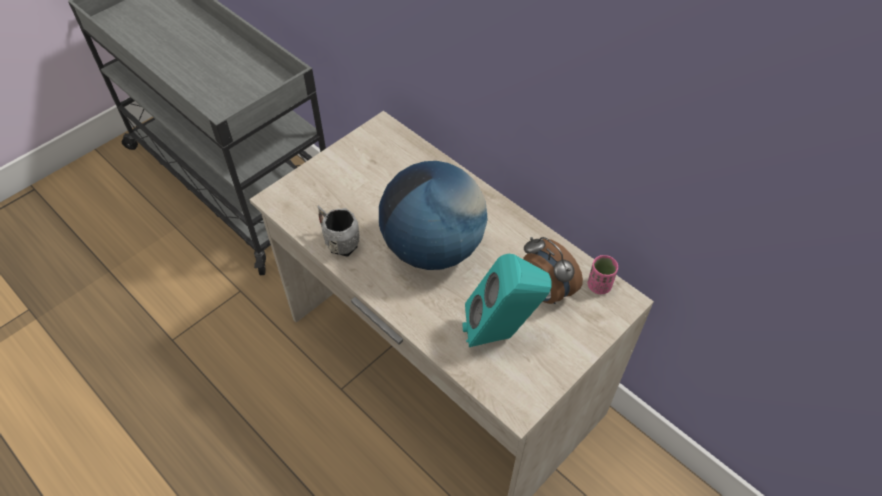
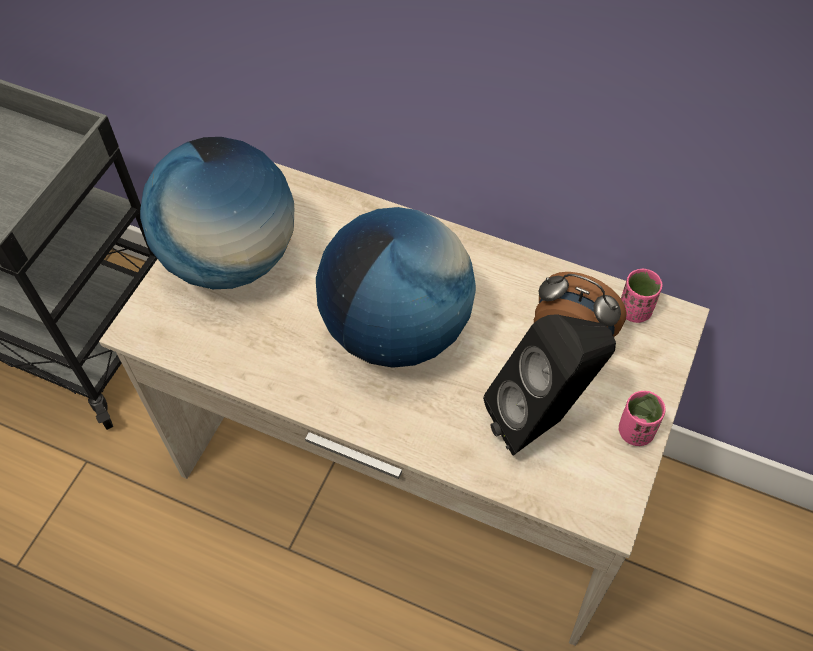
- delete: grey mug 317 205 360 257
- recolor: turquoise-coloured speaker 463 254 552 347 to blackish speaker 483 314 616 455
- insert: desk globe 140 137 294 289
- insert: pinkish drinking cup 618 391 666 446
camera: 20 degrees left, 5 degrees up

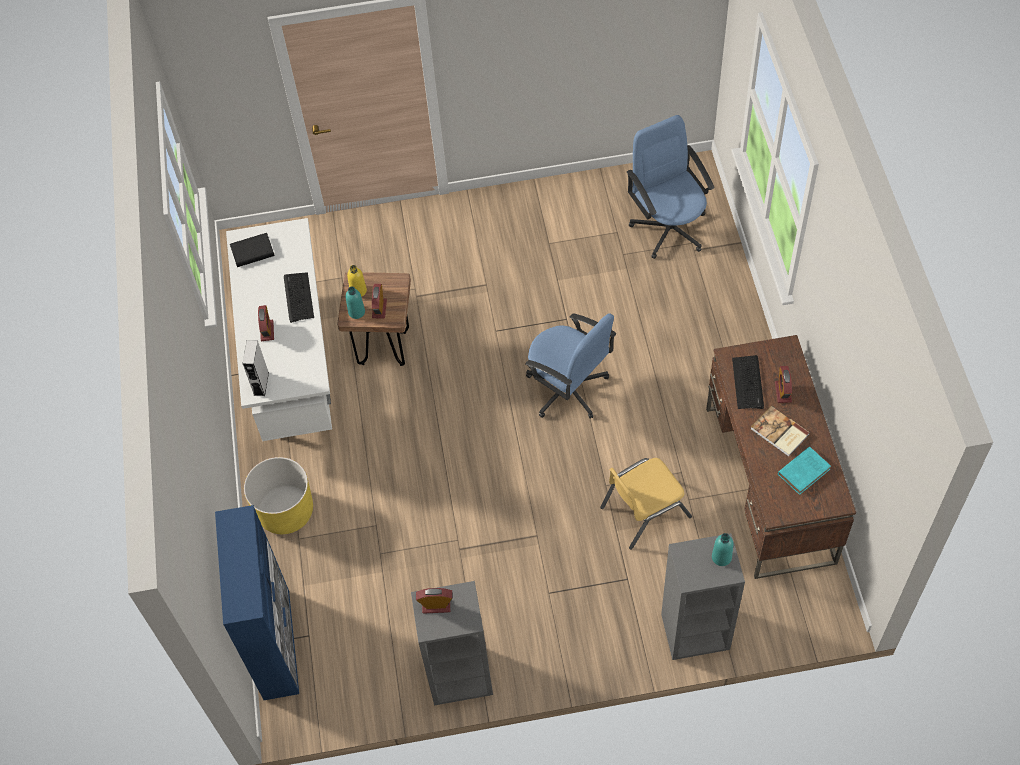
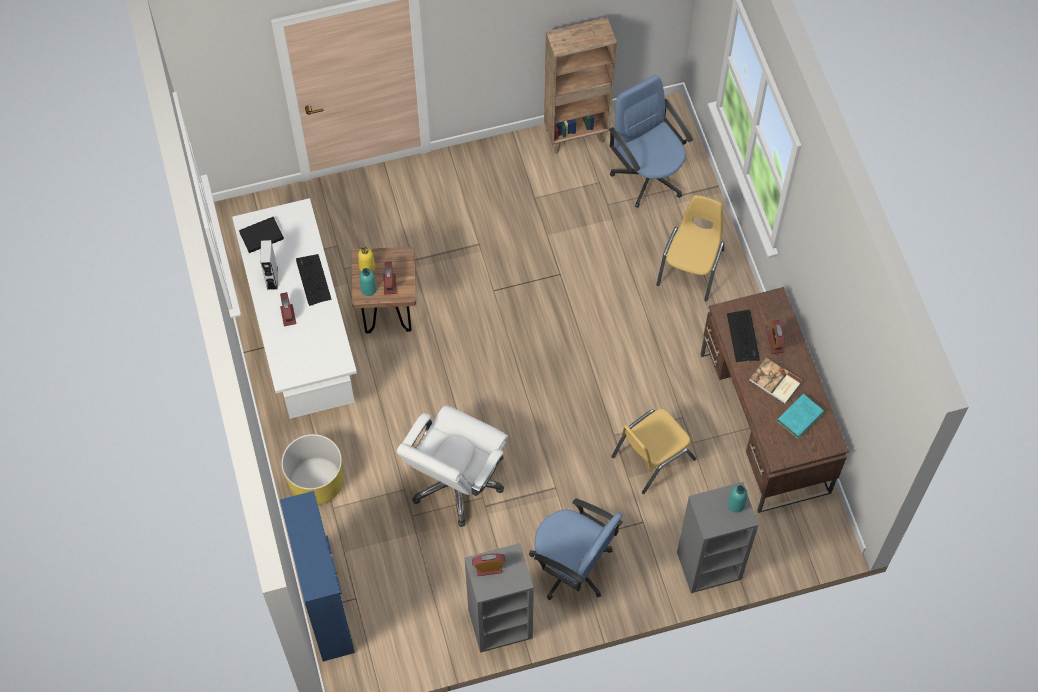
- move: blue-coloured desk chair 525 313 616 419 to 529 498 623 600
- move: grey speaker 242 340 269 396 to 260 240 278 290
- insert: brown-coloured bookcase 544 18 617 154
- insert: yellow upright chair 656 195 724 301
- insert: whitish desk chair 397 405 508 527
camera: 10 degrees left, 5 degrees up

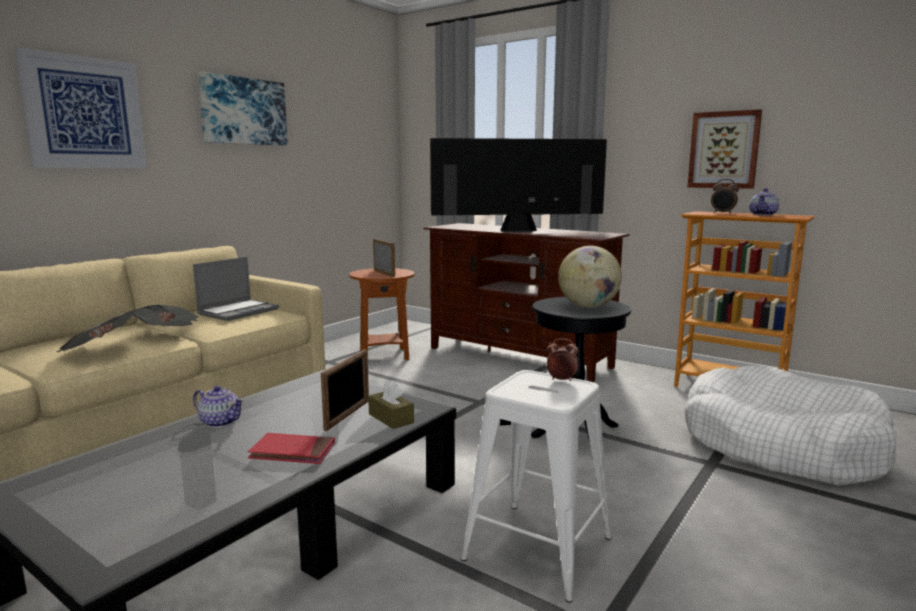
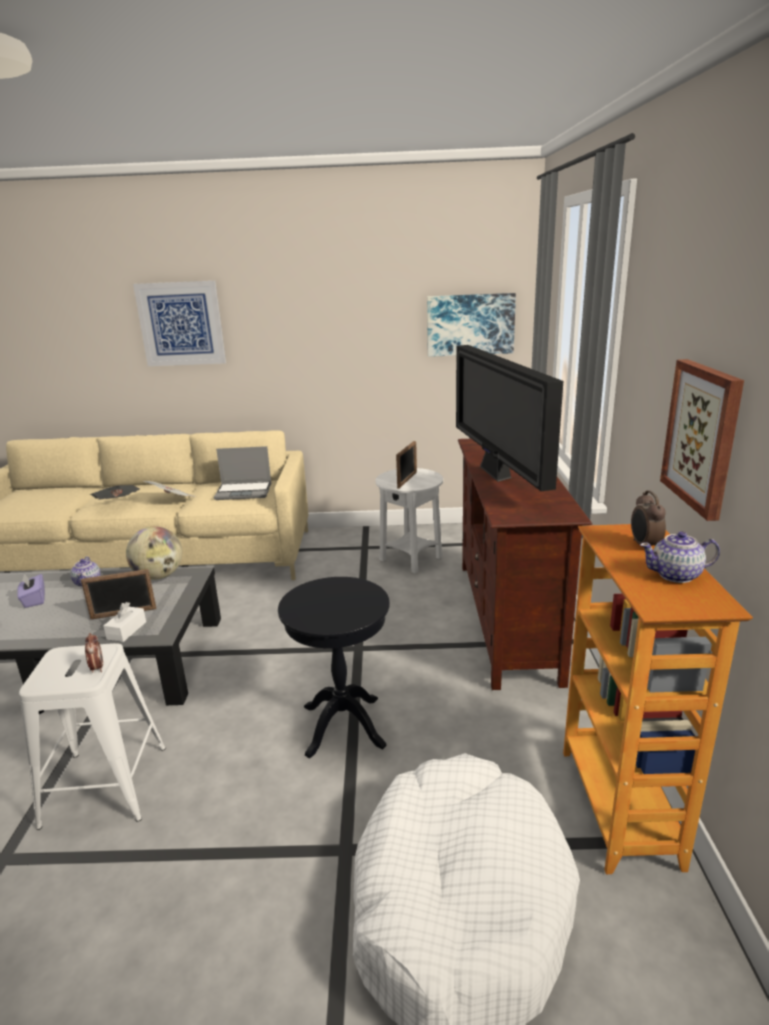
- move: wall picture 197 72 288 145 to 427 293 516 357
- rotate: TV set 430 138 607 232 = 456 345 563 491 150 degrees counterclockwise
- move: desk globe 558 246 622 308 to 126 526 182 580
- recolor: brown-coloured side table 349 268 415 360 to whitish side table 376 468 443 573
- recolor: brown-coloured box of tissues 368 380 414 429 to whitish box of tissues 104 602 146 642
- delete: reddish book 248 433 335 464
- insert: purple-coloured box of tissues 17 573 45 608
camera: 55 degrees right, 10 degrees up

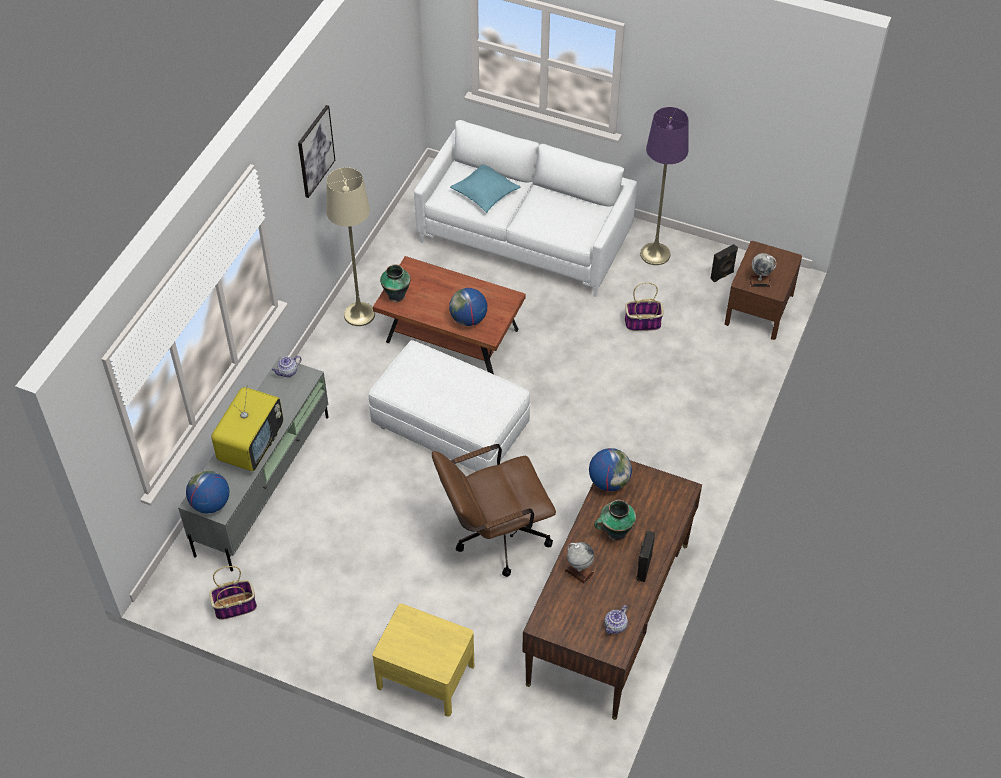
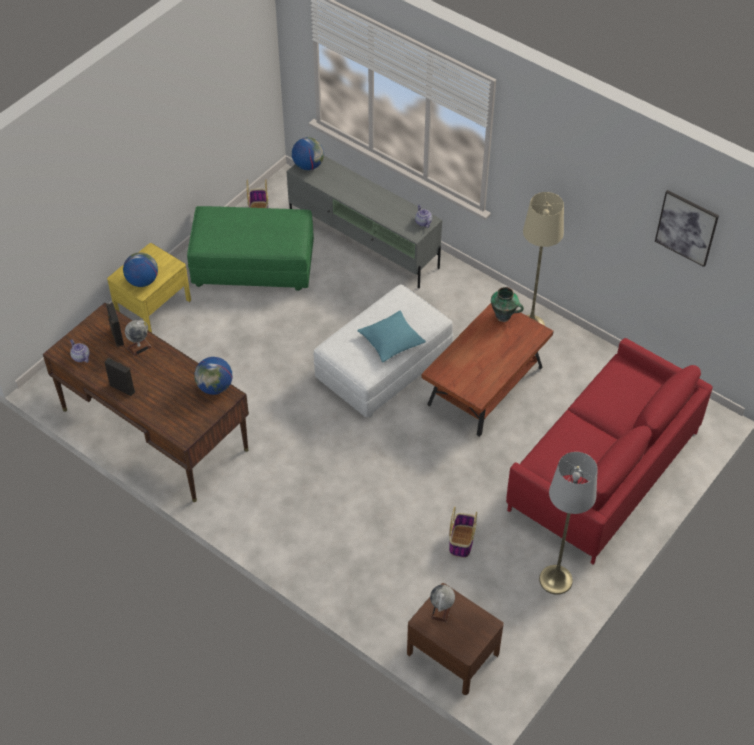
- move: wall picture 298 105 335 198 to 655 190 719 267
- recolor: purple-coloured standard lamp 640 107 688 265 to grey standard lamp 539 452 598 595
- recolor: whitish settee 414 120 637 297 to reddish settee 506 338 713 564
- move: turquoise-coloured throw pillow 450 164 521 212 to 357 311 426 362
- move: blackish speaker 711 244 738 282 to 106 303 124 347
- move: desk globe 449 288 487 326 to 123 252 158 287
- delete: TV set 211 385 283 471
- delete: brown-coloured desk chair 432 444 556 577
- delete: vase 594 500 636 541
- insert: green pouffe 187 206 314 291
camera: 105 degrees right, 0 degrees up

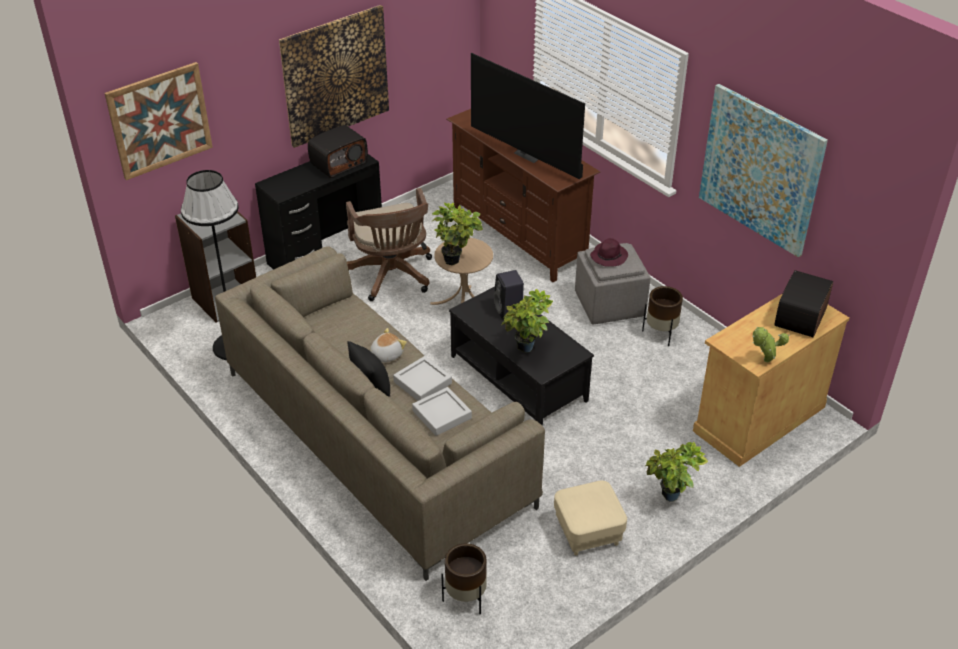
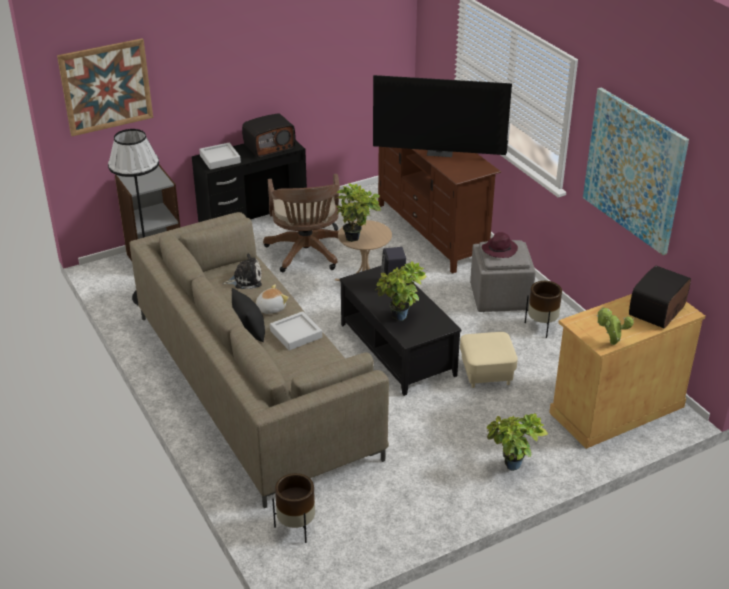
- delete: wall picture 279 5 389 148
- rotate: TV set 471 53 585 179 = 373 75 512 157 45 degrees counterclockwise
- move: grey carrying tray 412 387 472 436 to 199 143 241 170
- move: beige-coloured pouffe 554 480 627 556 to 460 332 518 388
- insert: cuddly toy 222 253 262 289
camera: 10 degrees right, 5 degrees down

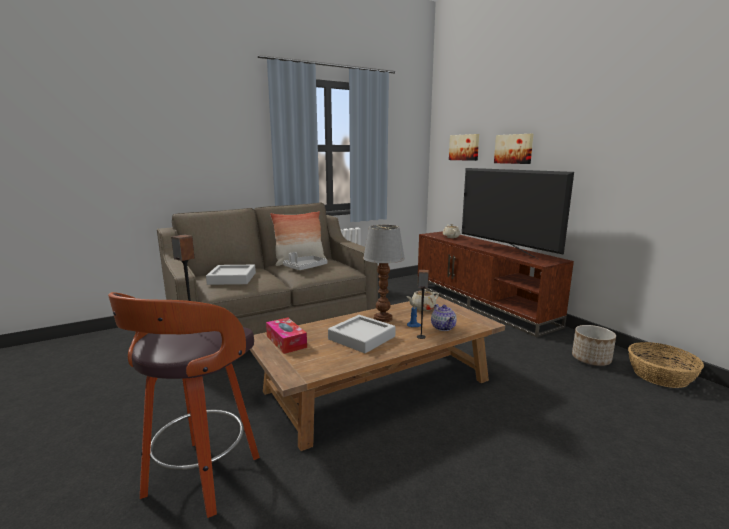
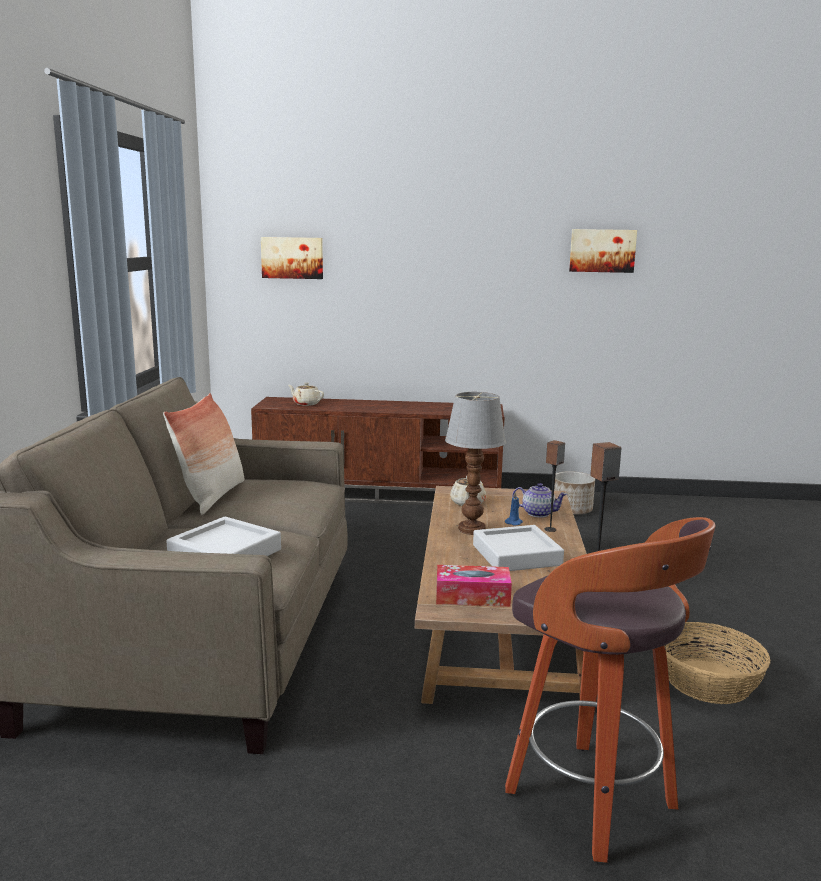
- move: wall picture 494 134 534 164 to 569 229 637 273
- delete: TV set 462 168 574 260
- delete: grey carrying tray 283 252 327 270
- move: storage basket 628 342 704 388 to 664 622 770 704
camera: 55 degrees left, 0 degrees up

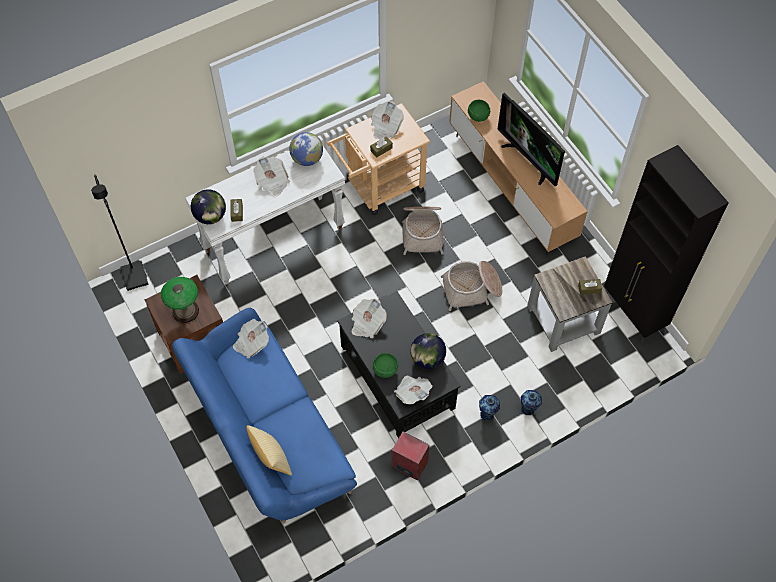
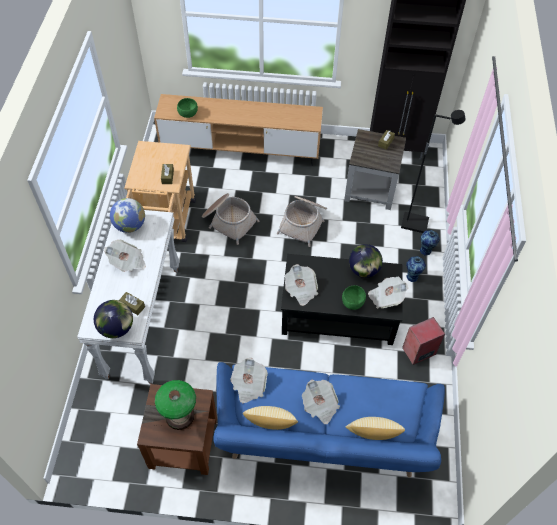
- delete: TV set 498 93 565 186
- move: newspaper 371 101 404 139 to 302 380 340 424
- move: blackish standard lamp 91 175 148 291 to 401 110 465 233
- insert: throw pillow 243 406 298 430
camera: 55 degrees left, 5 degrees down

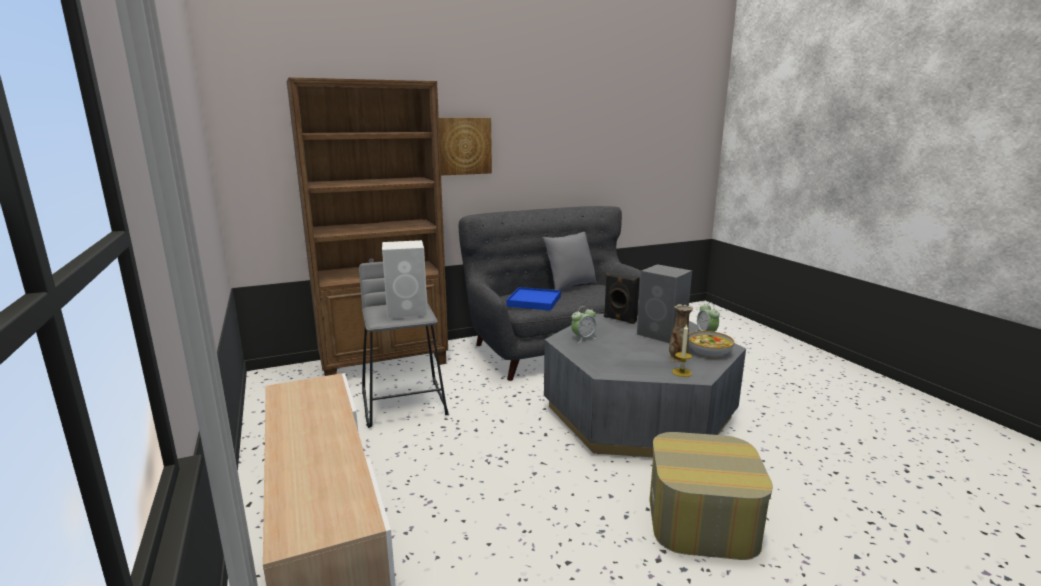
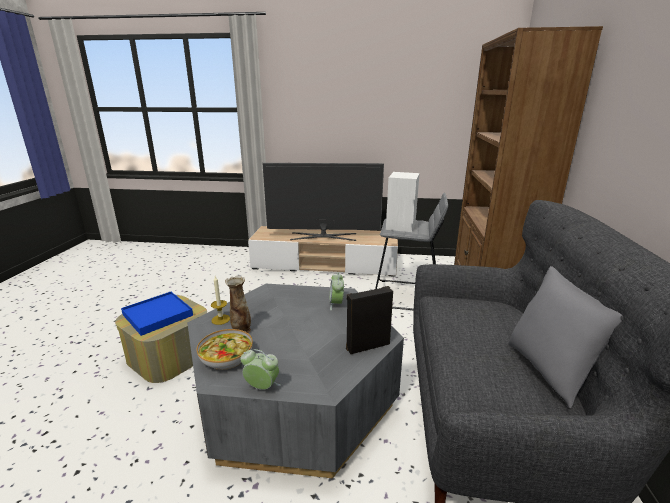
- delete: wall picture 439 118 492 175
- delete: grey speaker 637 264 692 343
- move: blue-coloured carrying tray 506 287 561 311 to 121 292 193 336
- insert: TV set 262 163 384 241
camera: 120 degrees right, 5 degrees up

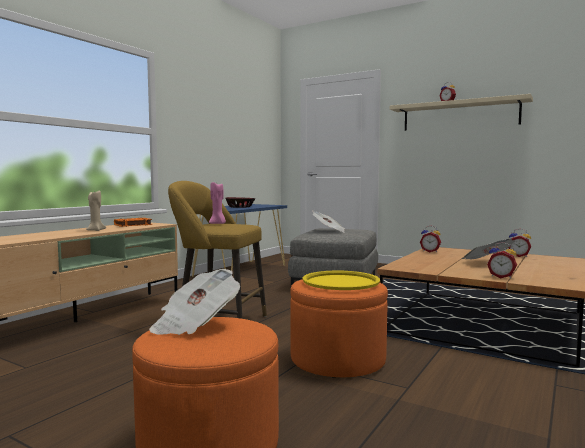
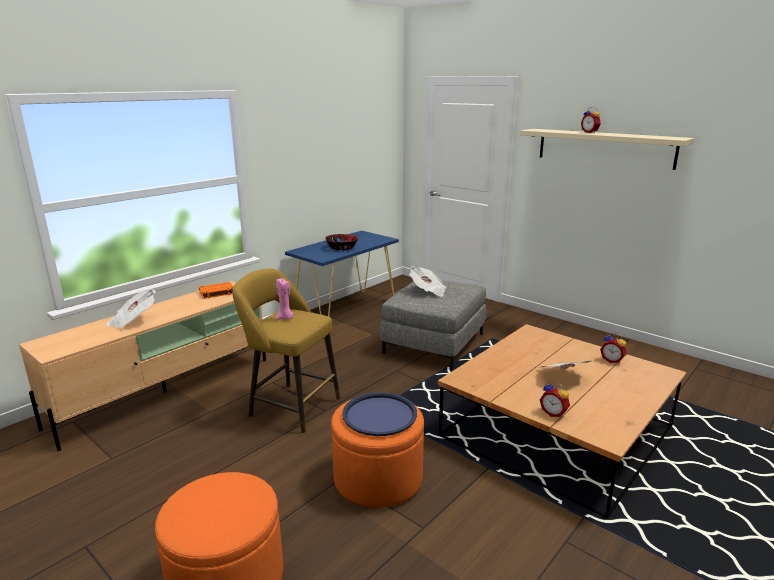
- delete: beige-coloured wax light 86 190 106 231
- delete: table clock 420 226 441 253
- move: newspaper 149 269 240 335 to 106 289 156 328
- recolor: yellow carrying tray 302 271 380 290 to blue-coloured carrying tray 342 392 417 436
camera: 10 degrees right, 15 degrees up

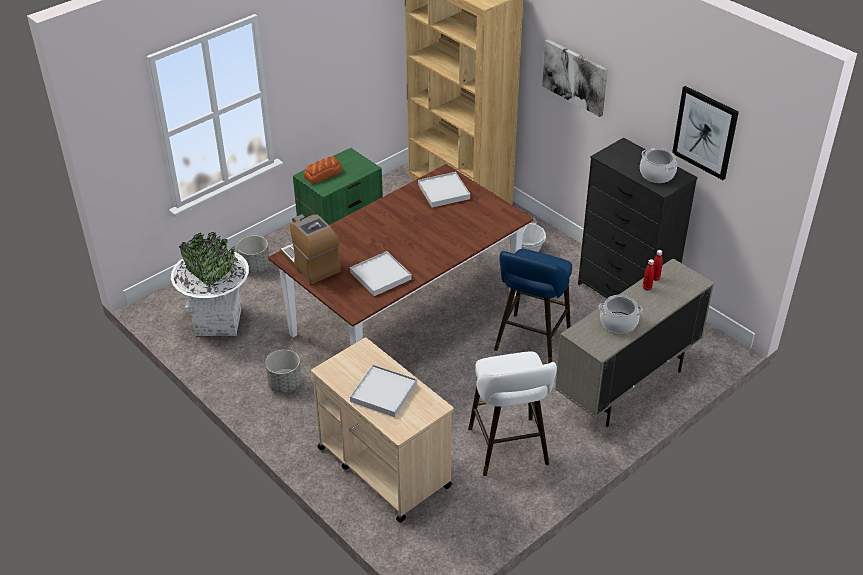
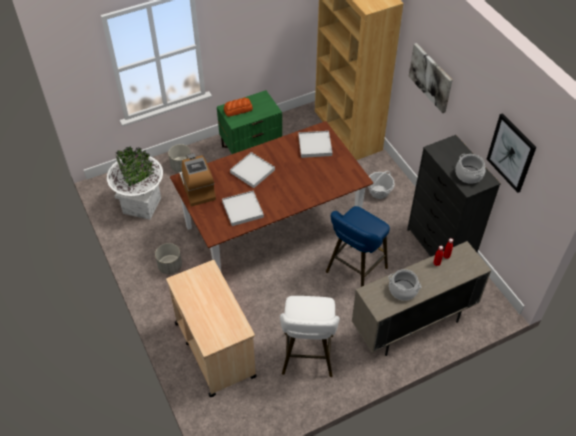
- move: whitish carrying tray 350 365 417 417 to 230 152 275 188
camera: 15 degrees right, 10 degrees up

